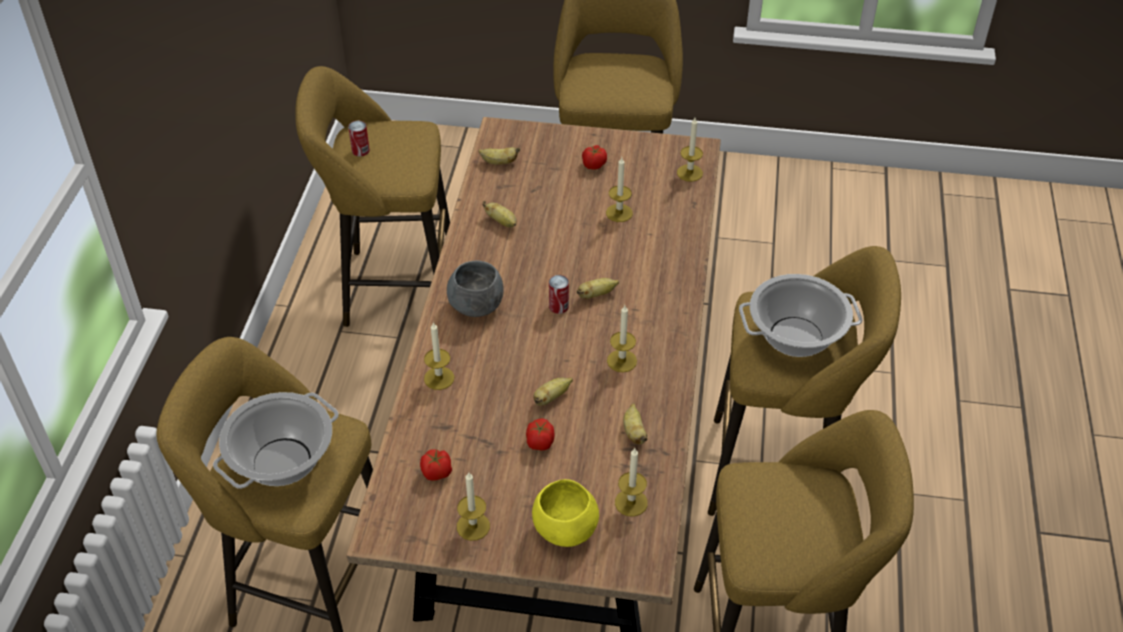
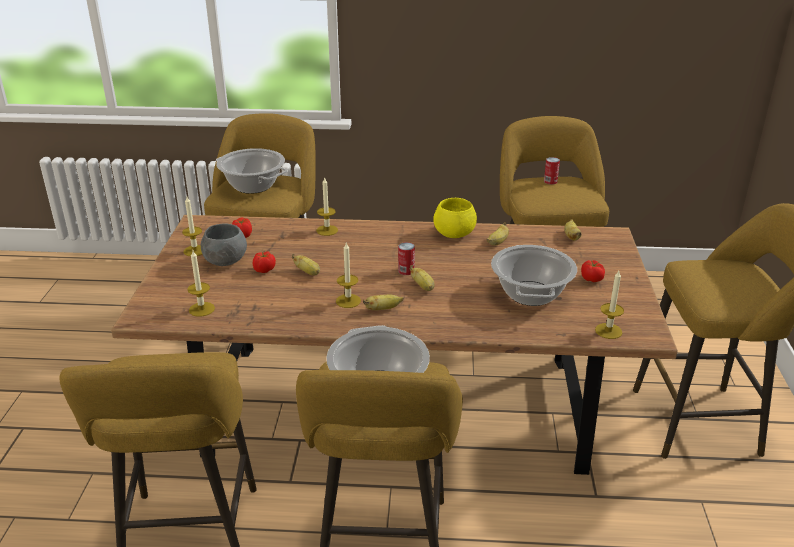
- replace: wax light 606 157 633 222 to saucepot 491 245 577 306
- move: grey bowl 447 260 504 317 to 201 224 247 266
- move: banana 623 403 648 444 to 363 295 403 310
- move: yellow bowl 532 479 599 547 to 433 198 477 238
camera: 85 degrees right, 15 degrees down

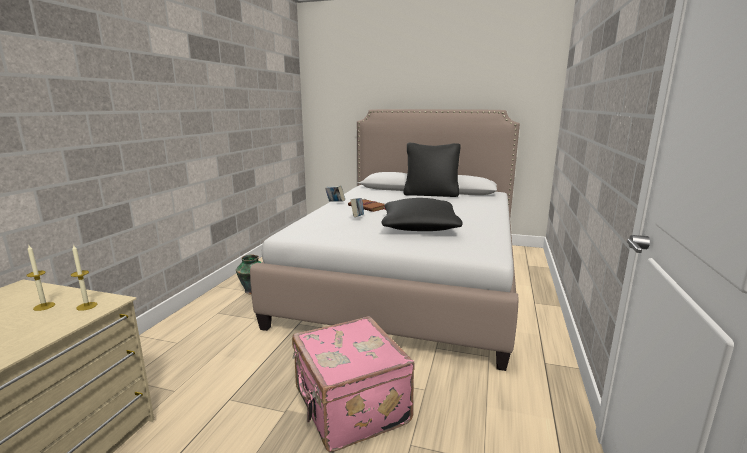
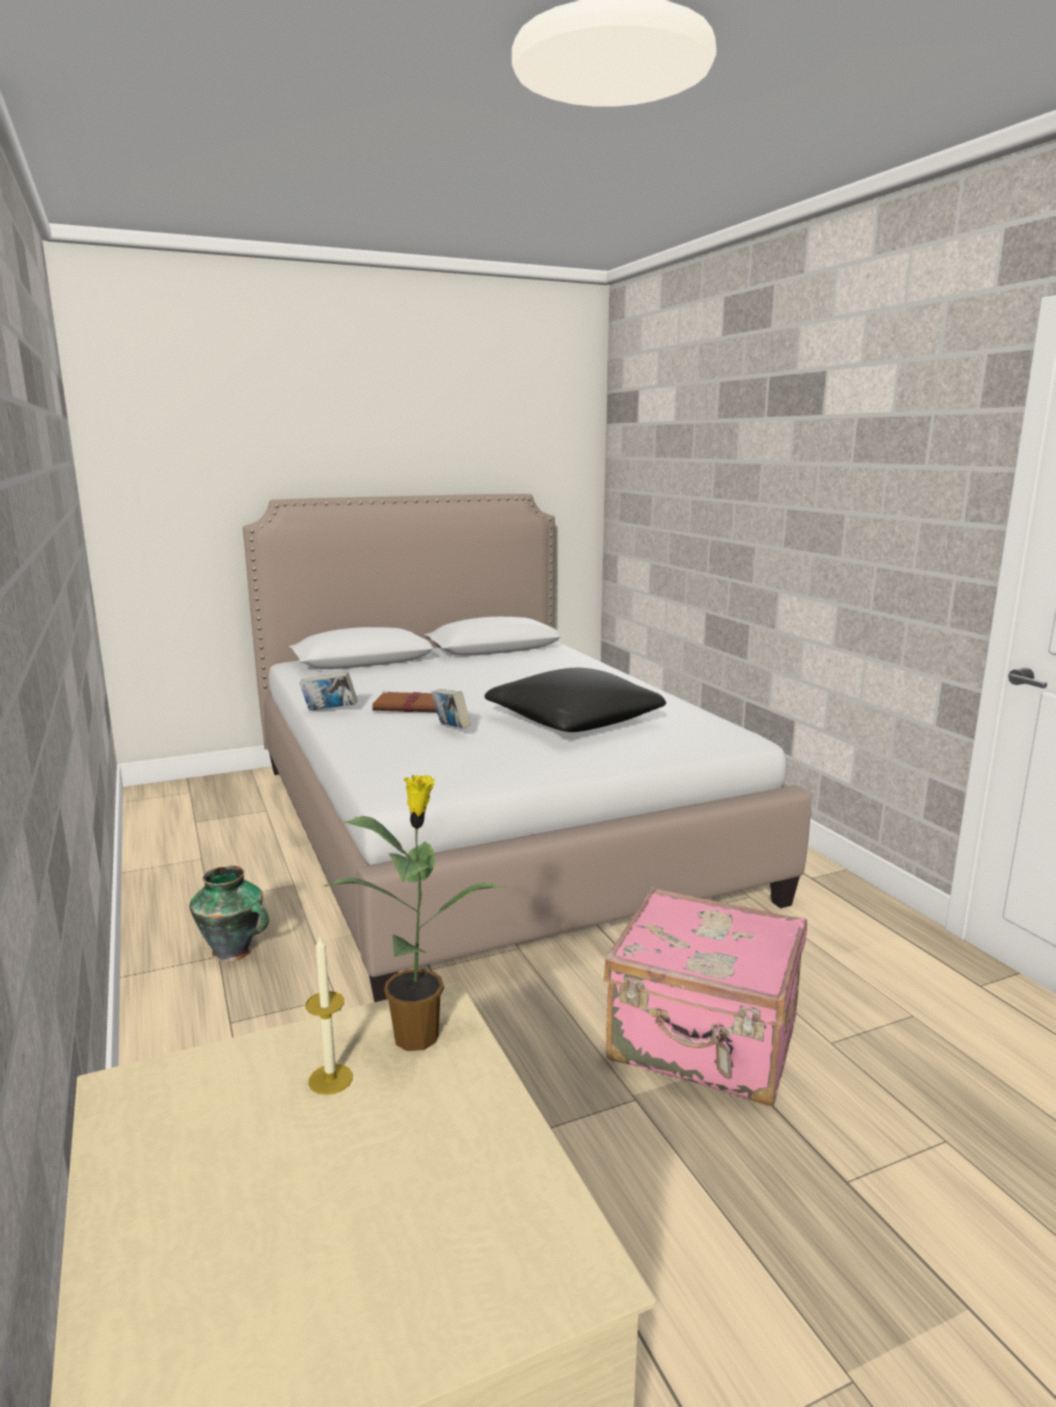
- delete: blackish throw pillow 403 142 460 197
- replace: wax light 71 244 97 311 to potted plant 323 775 506 1051
camera: 40 degrees left, 0 degrees up

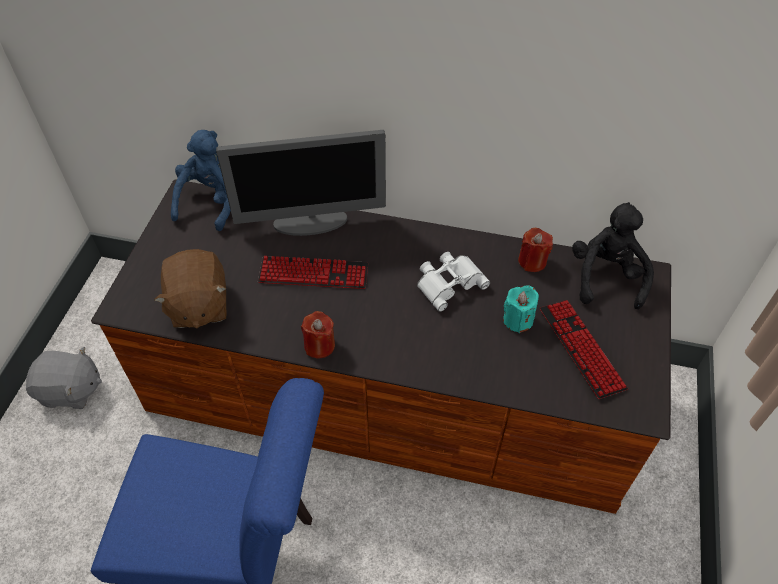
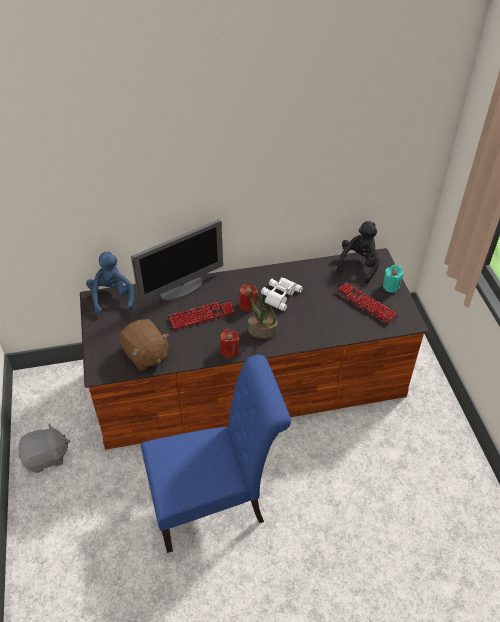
- rotate: blackish cuddly toy 572 202 654 310 = 337 221 380 284 45 degrees clockwise
- move: reddish wax light 518 228 553 272 to 239 284 258 312
- move: turquoise-coloured wax light 503 285 539 333 to 383 265 403 292
- insert: potted plant 248 291 278 338
camera: 25 degrees left, 5 degrees down

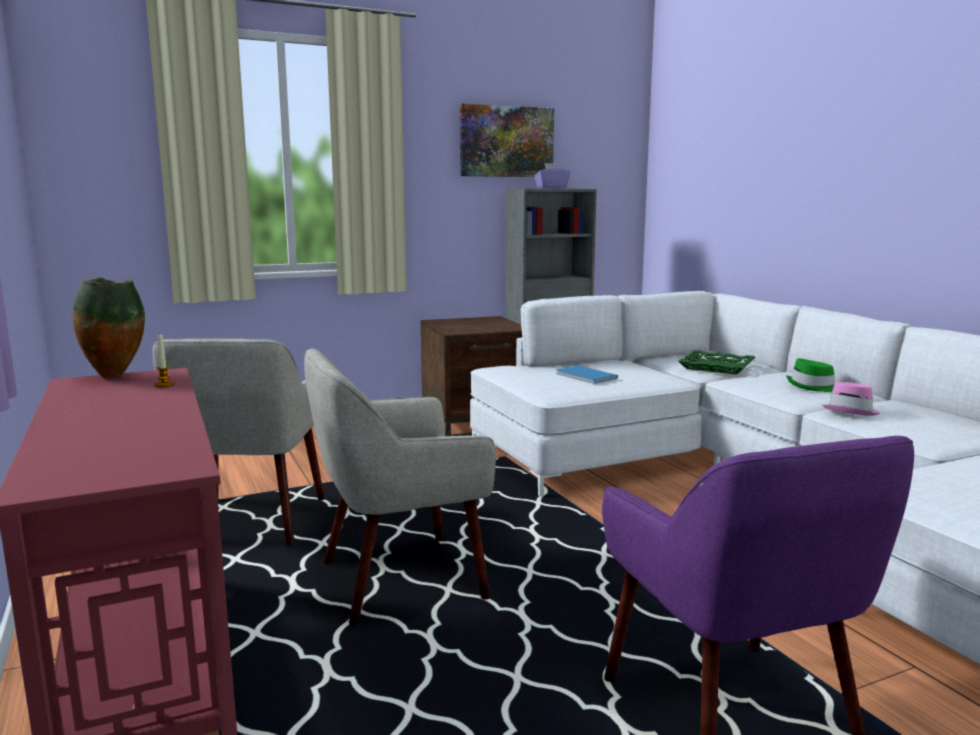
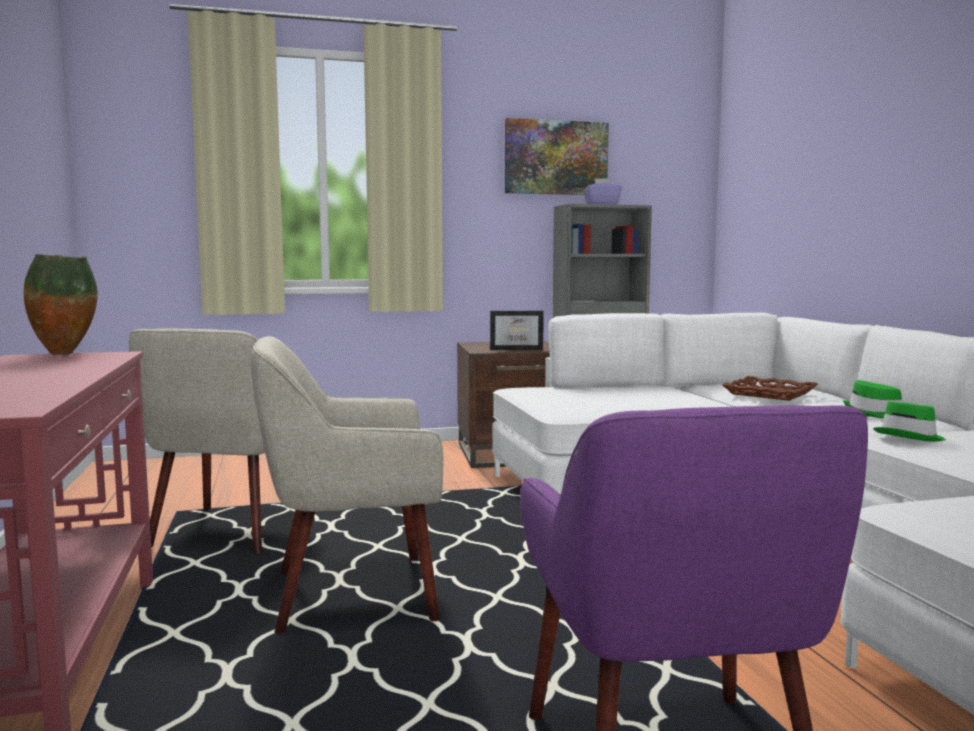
- delete: wax light 155 334 174 387
- recolor: green carrying tray 678 350 755 375 to brown-coloured carrying tray 723 376 818 401
- delete: blue-coloured book 556 365 618 384
- recolor: pinkish wearable hat 822 382 880 416 to green wearable hat 873 401 946 442
- insert: picture frame 490 311 544 350
camera: 10 degrees right, 5 degrees down

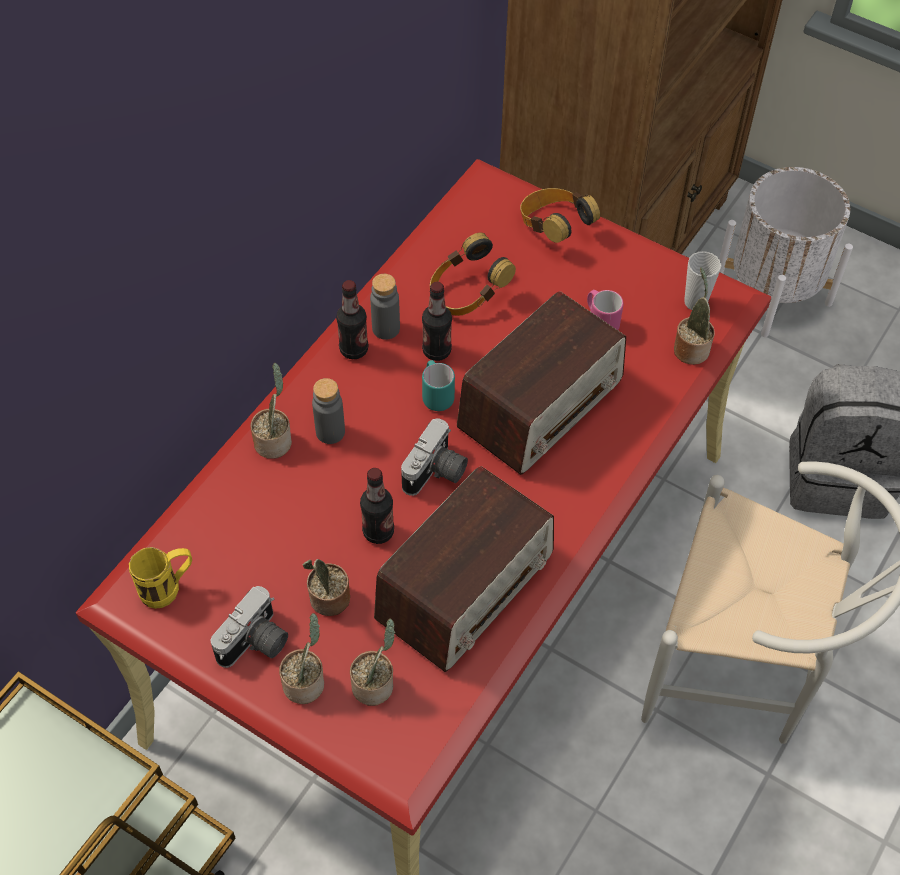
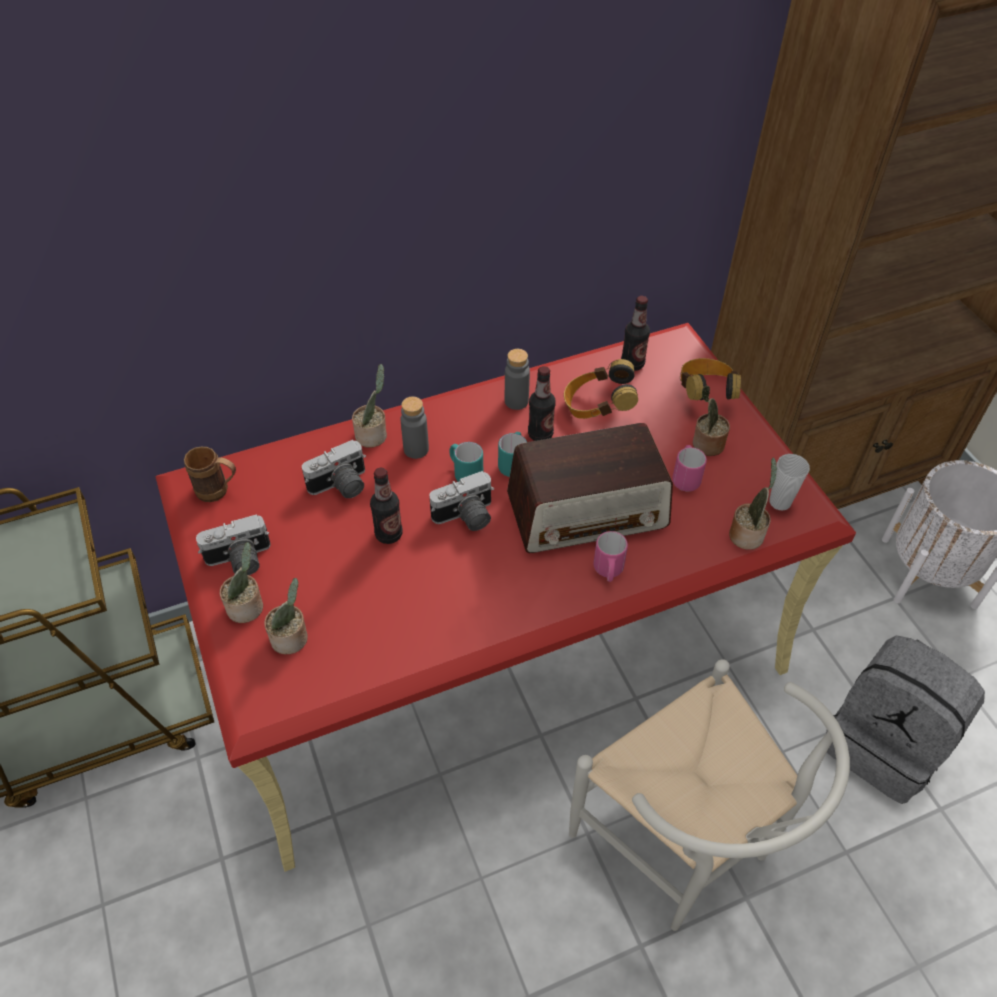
- move: bottle 336 280 368 359 to 621 296 650 371
- delete: radio receiver 374 466 554 672
- recolor: yellow mug 129 547 192 609 to brown-coloured mug 184 447 236 502
- move: potted plant 302 559 350 616 to 693 386 730 456
- insert: photo camera 302 440 366 498
- insert: turquoise-coloured mug 449 442 483 482
- insert: pinkish mug 593 531 628 582
camera: 35 degrees right, 5 degrees down

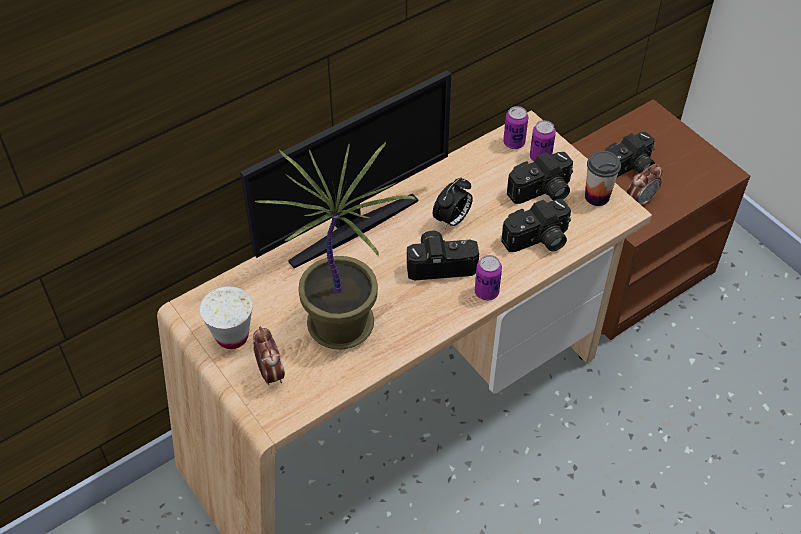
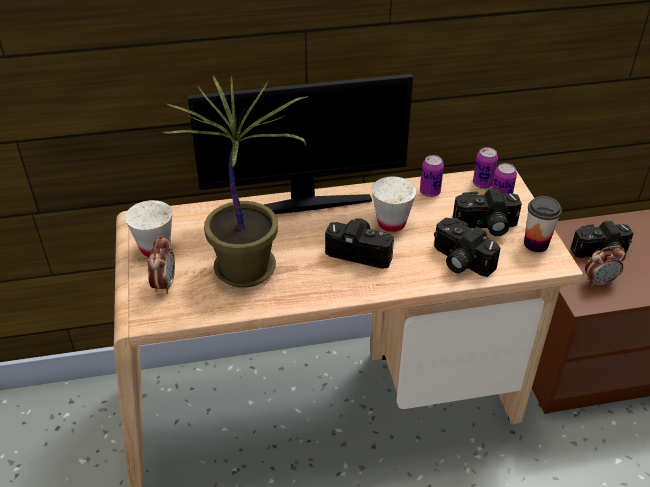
- replace: table clock 433 178 473 229 to whitish drinking cup 372 176 417 232
- rotate: photo camera 501 199 571 252 = 434 218 501 277 45 degrees clockwise
- move: can 475 255 502 300 to 420 155 444 197
camera: 25 degrees right, 10 degrees down

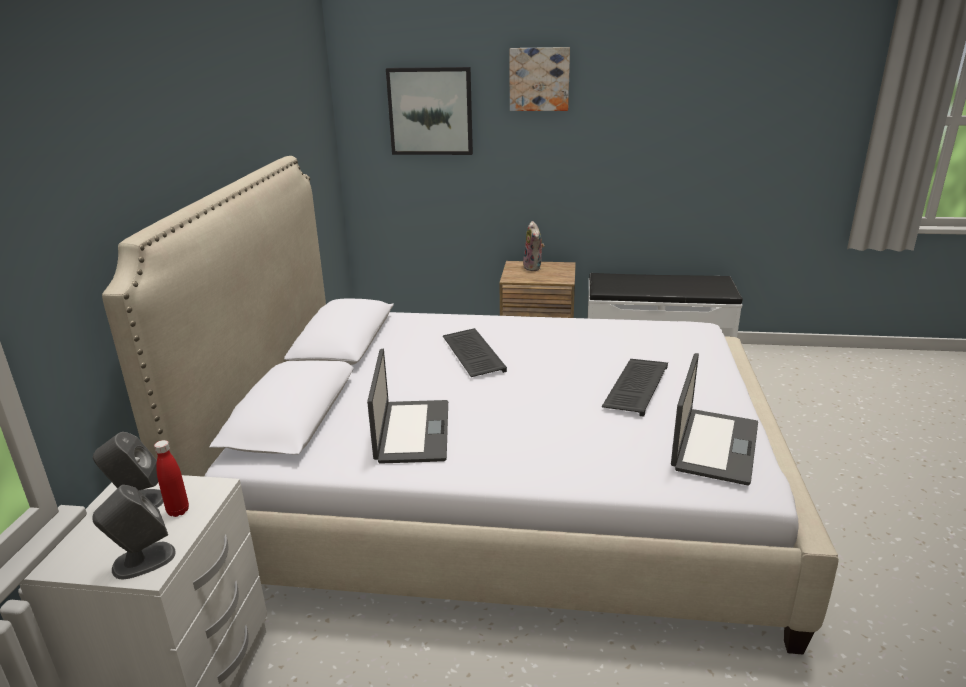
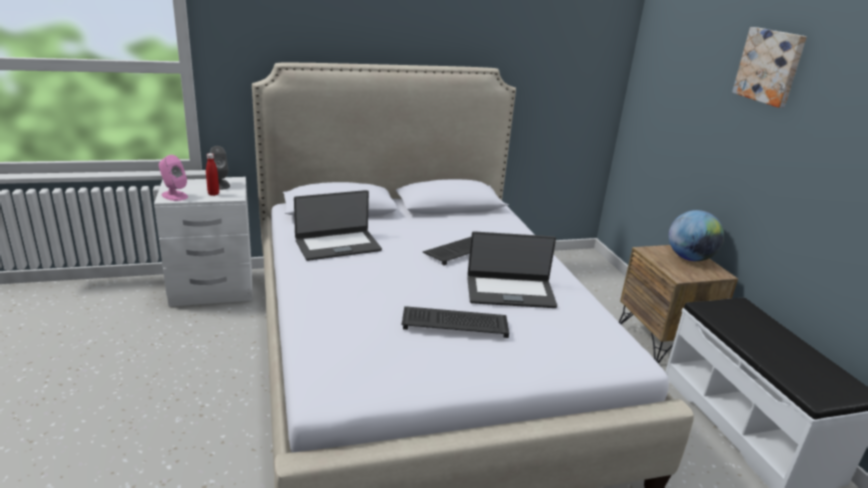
- delete: wall picture 386 67 473 155
- replace: cuddly toy 523 221 545 271 to desk globe 669 210 724 261
- move: notebook computer 671 353 758 486 to 467 231 557 308
- recolor: grey speaker 92 485 176 579 to pinkish speaker 159 155 188 201
camera: 65 degrees right, 0 degrees up

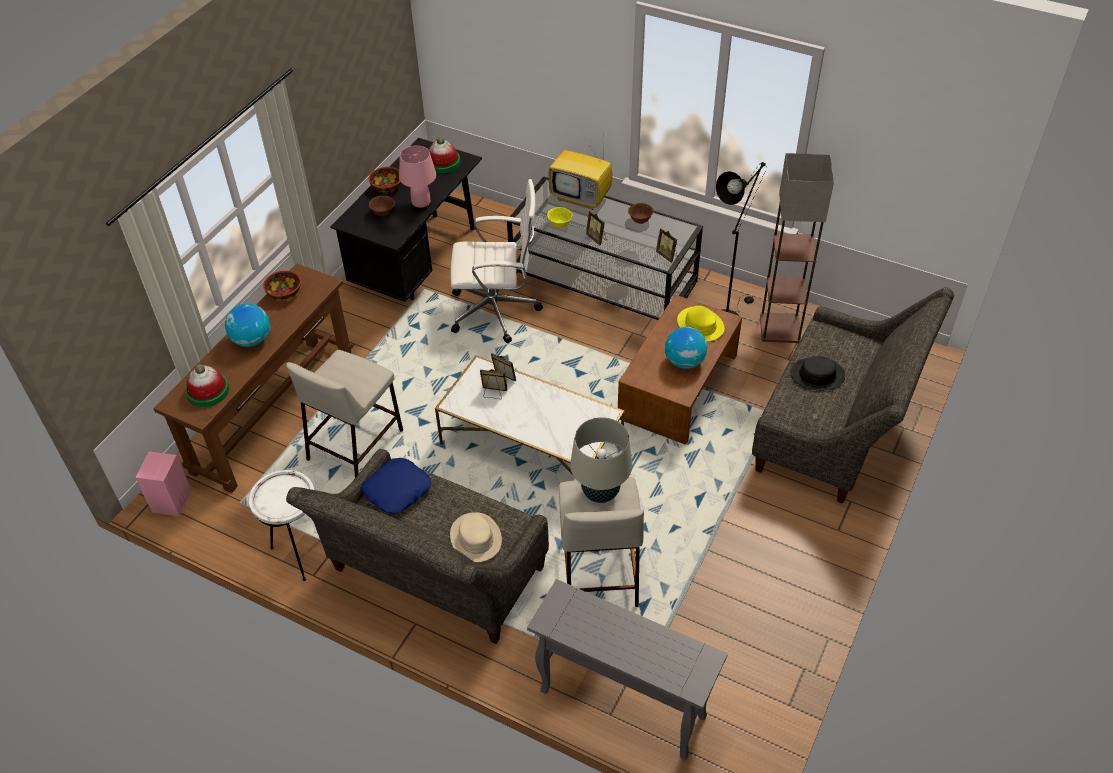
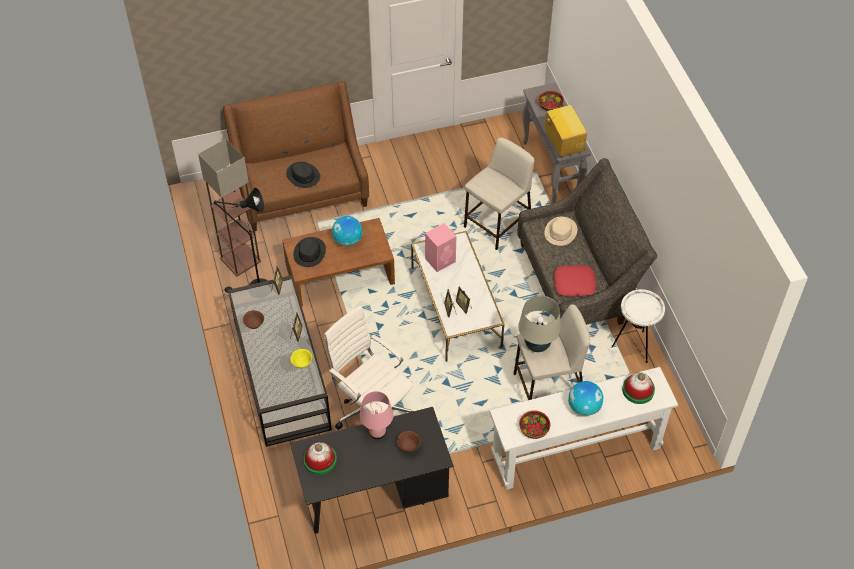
- move: TV set 548 134 612 210 to 545 103 587 157
- move: bowl 369 167 401 192 to 538 91 564 111
- recolor: brown-coloured narrow table 153 264 352 493 to whitish narrow table 490 367 678 490
- recolor: grey settee 752 287 954 504 to brown-coloured settee 223 81 369 231
- recolor: yellow wearable hat 677 306 725 342 to blackish wearable hat 293 237 326 267
- move: beige-coloured table lamp 570 417 632 503 to 518 296 561 352
- move: pinkish speaker 135 452 192 516 to 425 223 457 272
- recolor: blue-coloured throw pillow 362 458 432 514 to reddish throw pillow 554 265 596 297
camera: 135 degrees left, 5 degrees up

